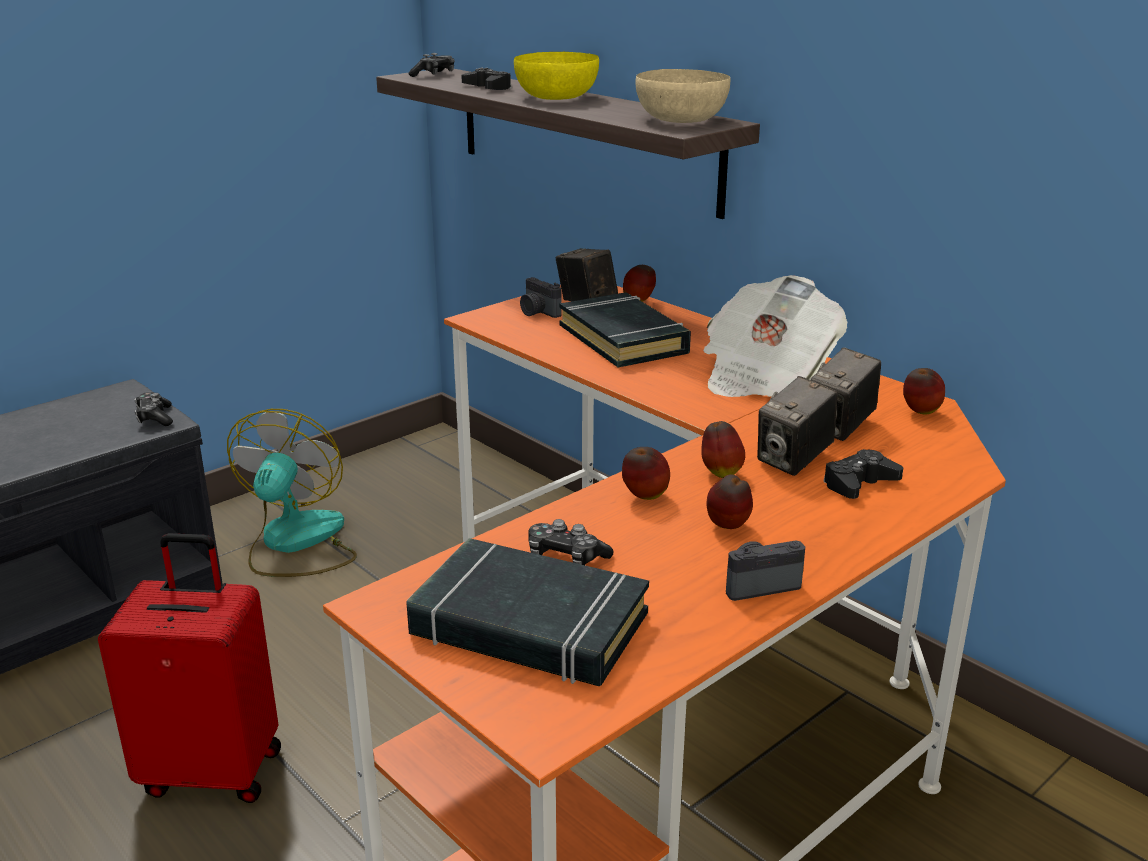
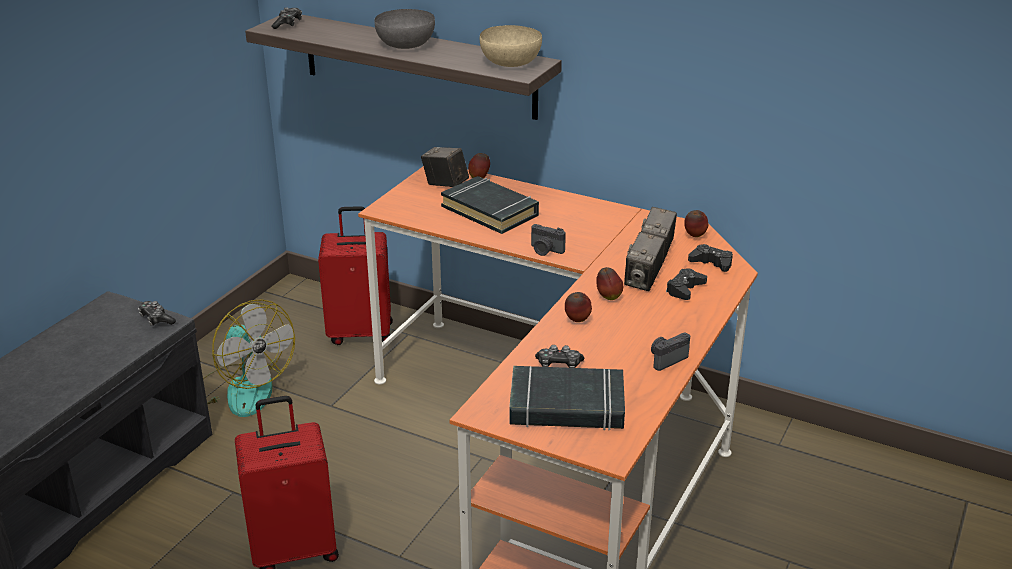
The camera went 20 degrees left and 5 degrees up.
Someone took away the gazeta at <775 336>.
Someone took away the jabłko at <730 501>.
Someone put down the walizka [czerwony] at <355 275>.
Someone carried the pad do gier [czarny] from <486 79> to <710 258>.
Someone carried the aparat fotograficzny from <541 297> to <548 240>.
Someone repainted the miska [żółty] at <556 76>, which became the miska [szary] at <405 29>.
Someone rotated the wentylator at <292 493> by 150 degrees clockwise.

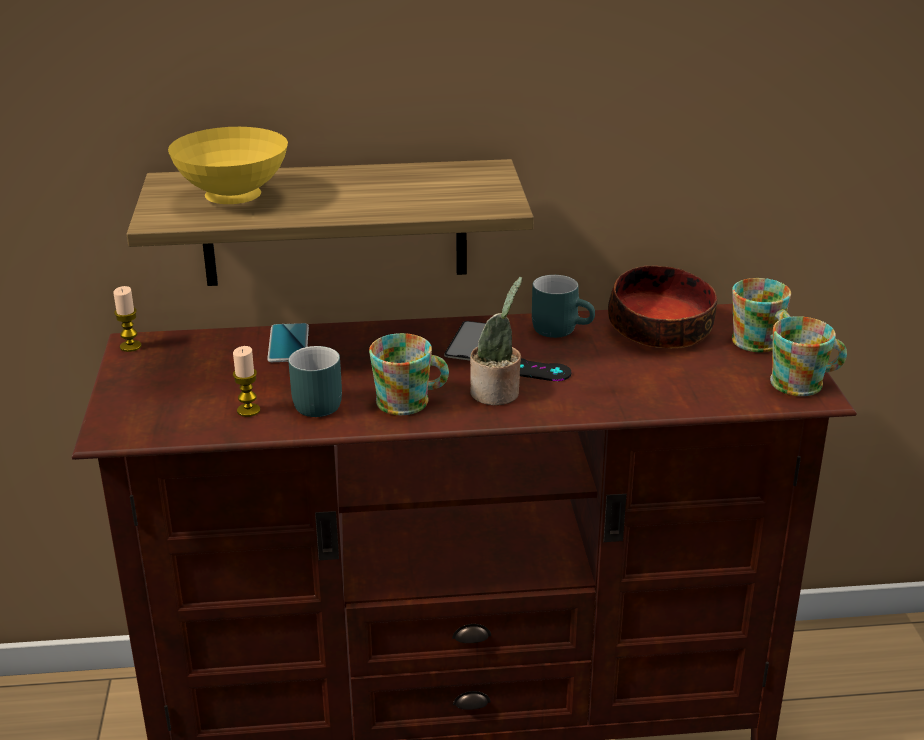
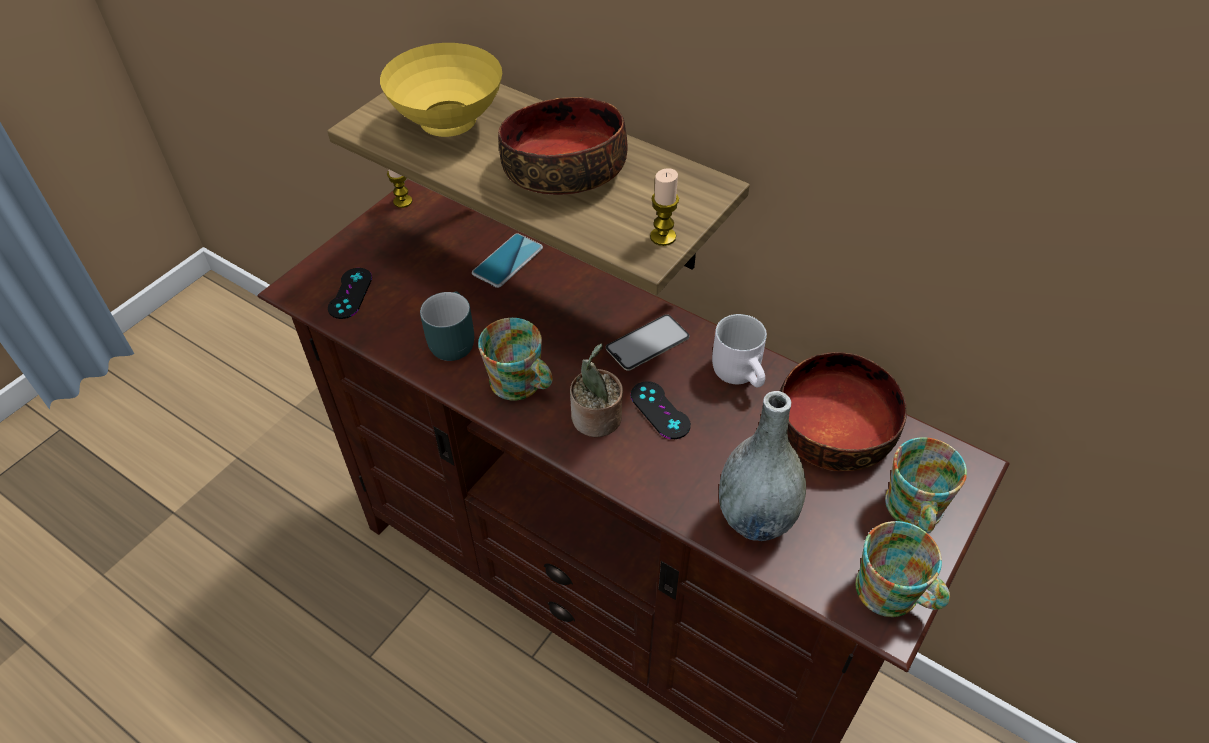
The camera went 40 degrees right and 20 degrees up.
Someone put down the pad do gier [czarny] at <350 293>.
Someone put down the miska at <562 146>.
Someone put down the wazon [szary] at <762 466>.
Someone carried the świeca from <246 381> to <664 207>.
Someone repainted the kubek [turkusowy] at <563 306>, which became the kubek [biały] at <739 351>.

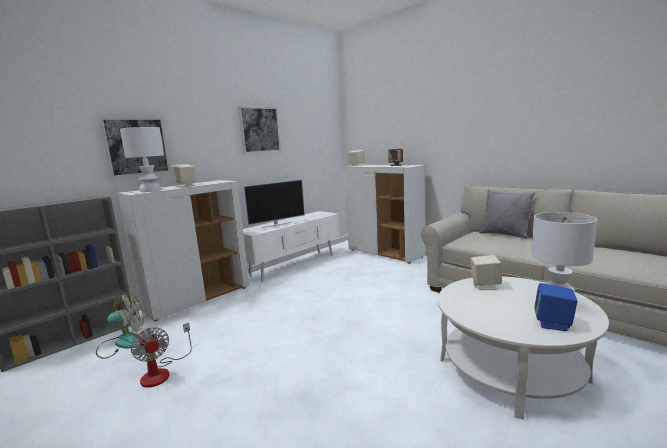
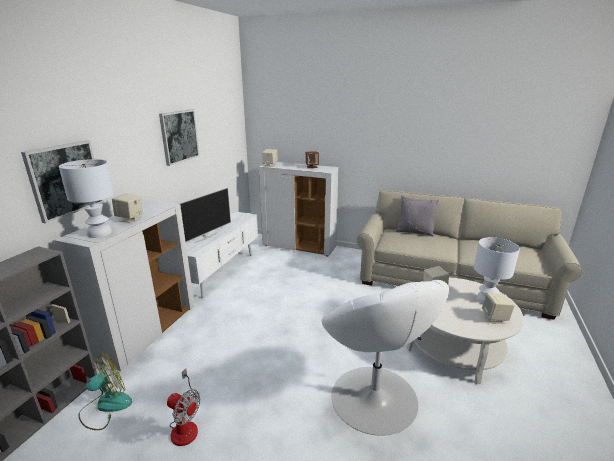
The camera went 25 degrees left and 10 degrees up.
Someone put down the fotel [biały] at <385 358>.
Someone repainted the głośnik [niebieski] at <556 307>, which became the głośnik [beżowy] at <498 308>.

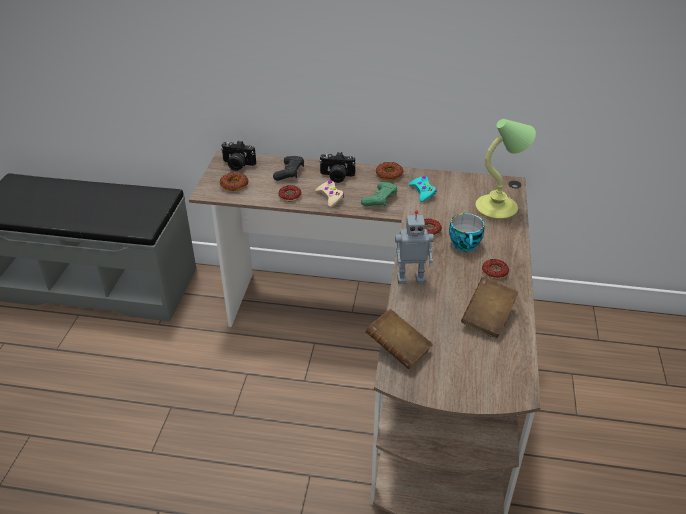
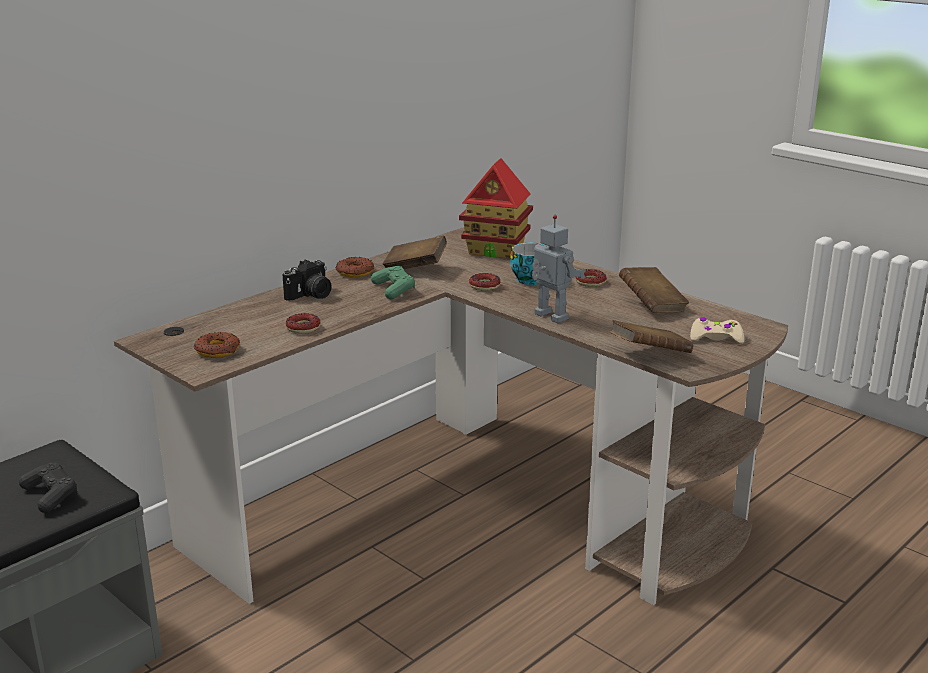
The camera went 55 degrees left and 15 degrees down.
Someone took away the aparat fotograficzny at <238 156>.
Someone carried the pad do gier [czarny] from <288 168> to <48 487>.
Someone carried the pad do gier [beżowy] from <330 194> to <717 330>.
Someone swapped the pad do gier [turkusowy] at <422 189> for the książka [brązowy] at <415 252>.
Someone swapped the lampa stołowa at <505 169> for the domek at <496 208>.
Someone rotated the robot zabawkowy at <414 247> by 75 degrees counterclockwise.

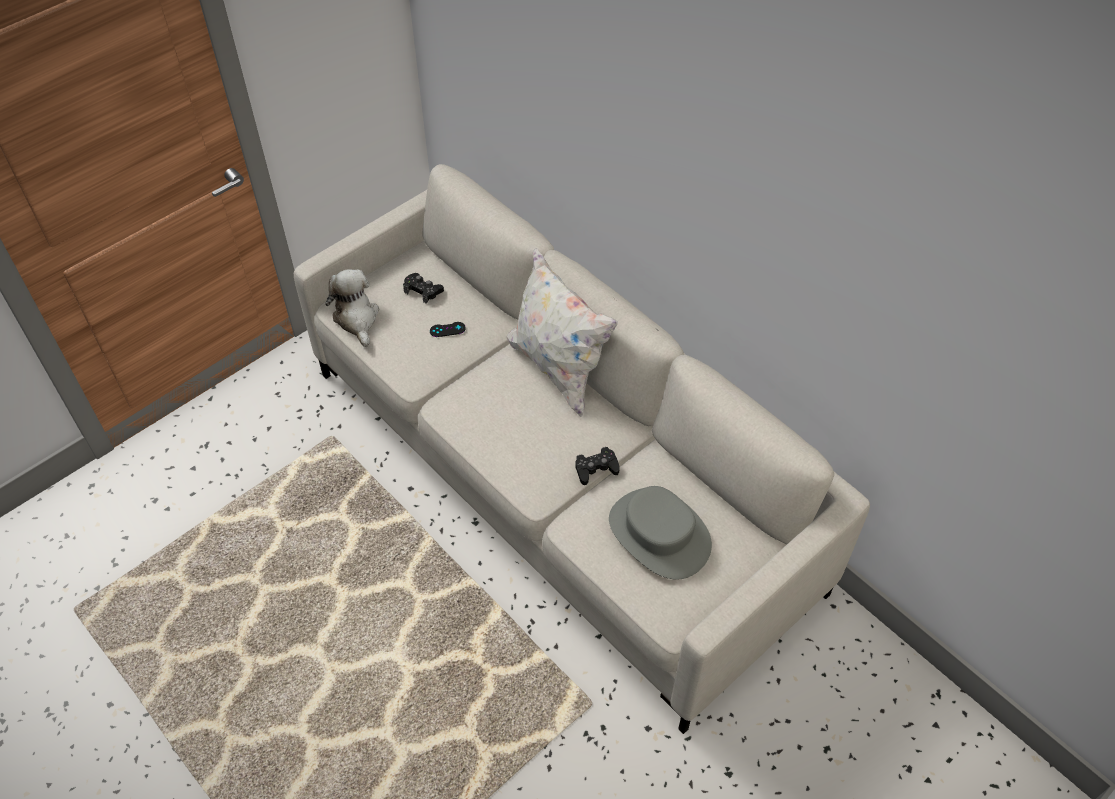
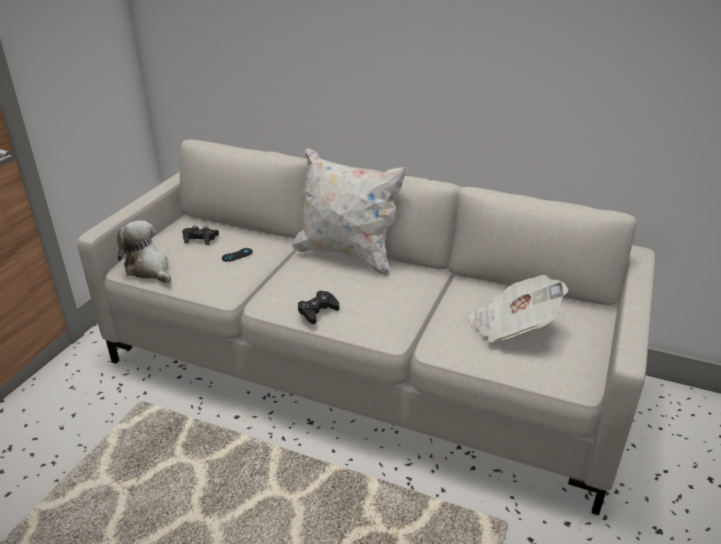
The camera went 25 degrees left and 20 degrees down.
Someone carried the pad do gier [czarny] from <597 466> to <318 307>.
Someone swapped the kapelusz [szary] at <660 533> for the gazeta at <518 309>.

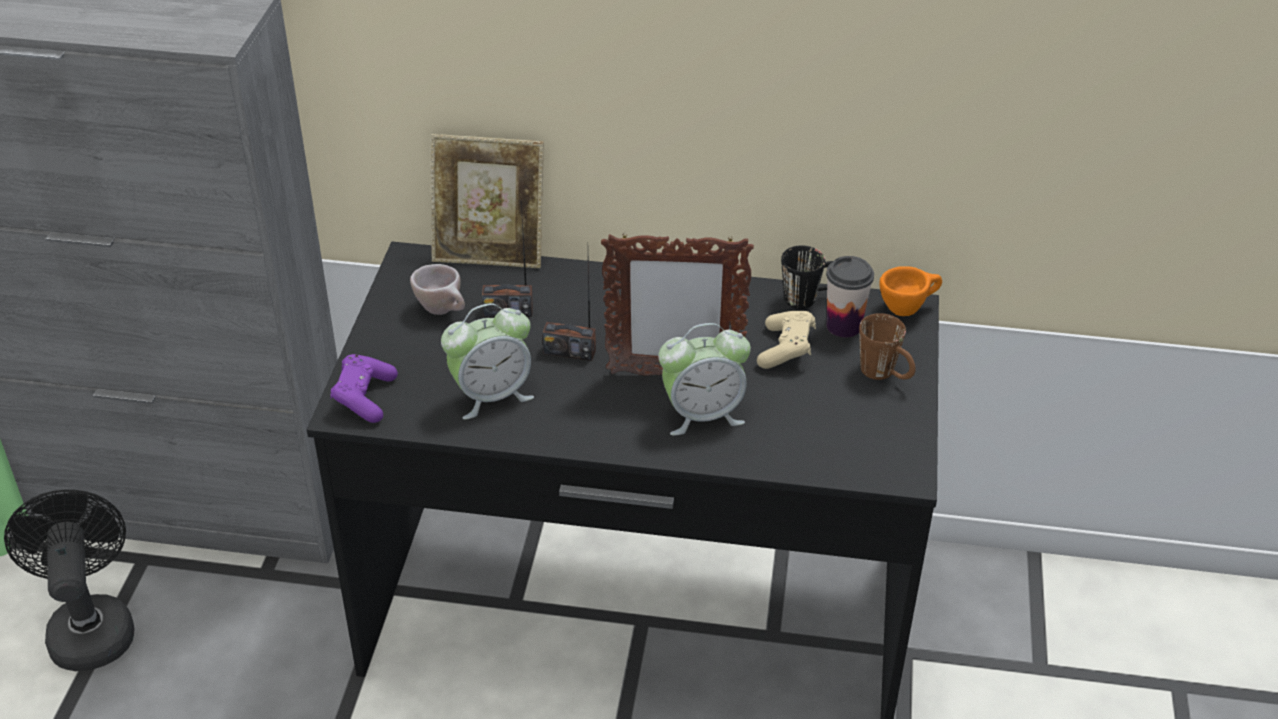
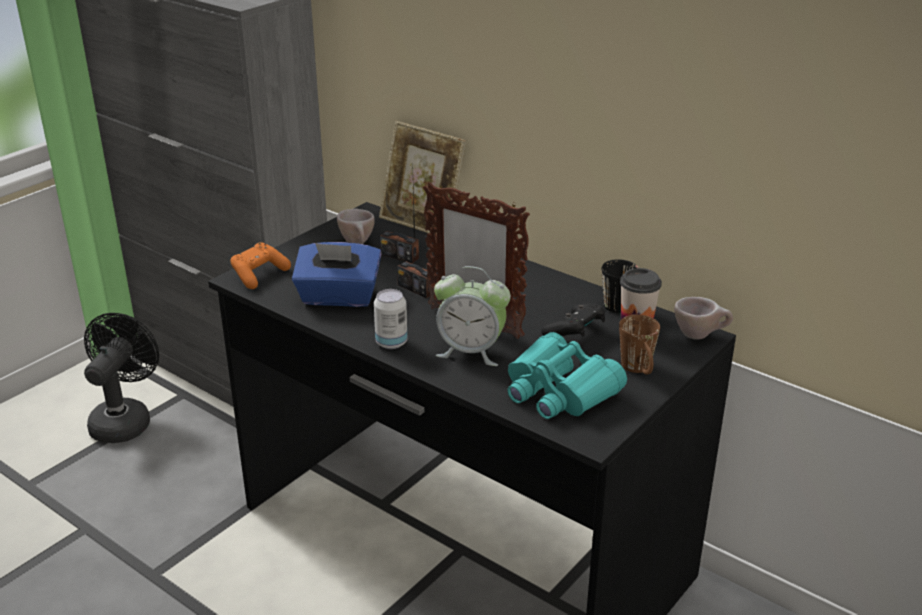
The camera went 30 degrees right and 10 degrees down.
Someone put down the puszka at <390 319>.
Someone put down the lornetka [turkusowy] at <567 375>.
Someone swapped the budzik at <487 361> for the pudełko chusteczek [niebieski] at <336 274>.
Someone repainted the pad do gier [fioletowy] at <364 388>, which became the pad do gier [pomarańczowy] at <260 265>.
Someone repainted the pad do gier [beżowy] at <786 340>, which became the pad do gier [czarny] at <573 320>.
Someone repainted the filiżanka [pomarańczowy] at <910 291>, which became the filiżanka [beżowy] at <703 318>.

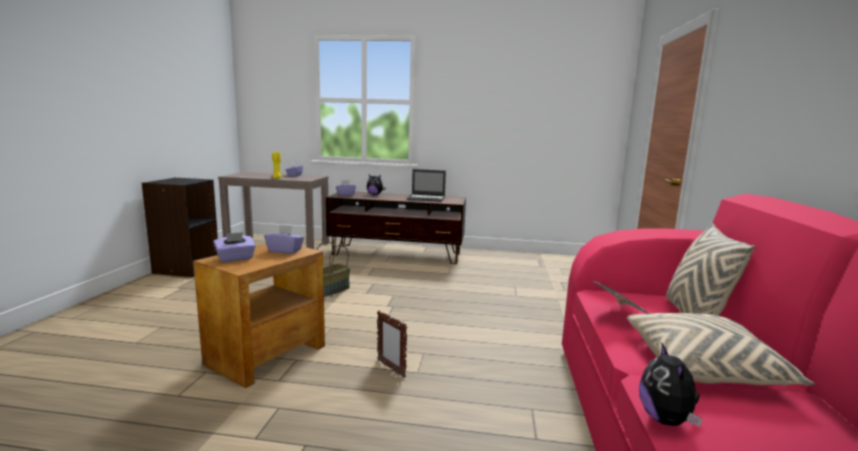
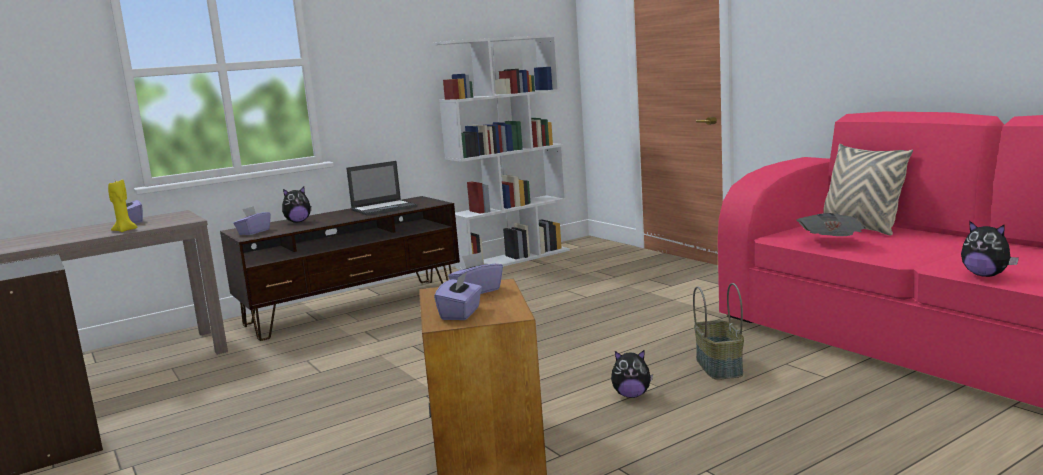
The camera went 40 degrees left and 0 degrees up.
Someone took away the poduszka [beżowy] at <721 349>.
Someone put down the regał [biały] at <502 152>.
Someone carried the koszyk from <333 269> to <718 331>.
Someone swapped the ramka na zdjęcie at <392 344> for the pluszak at <632 374>.

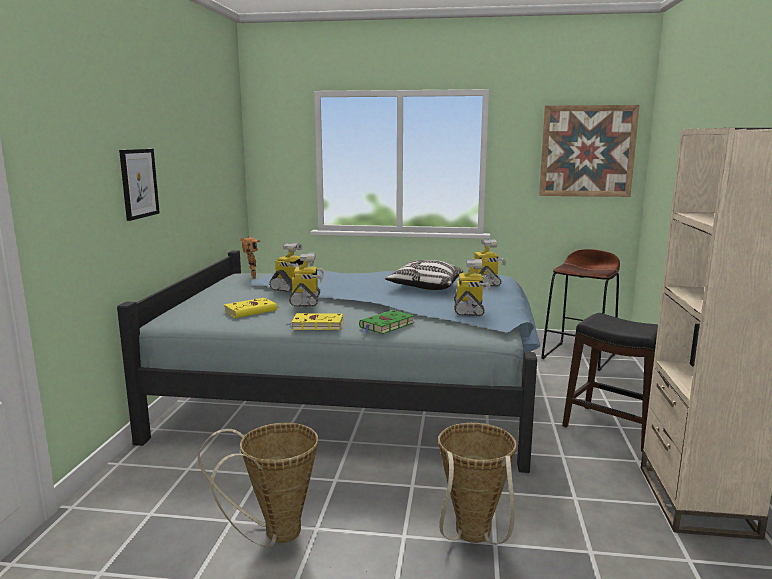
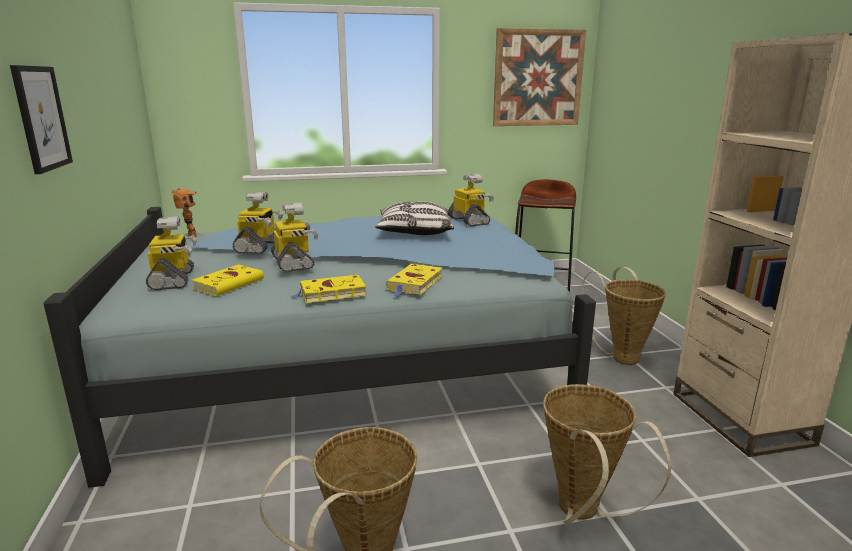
The camera went 20 degrees left and 5 degrees up.
Someone carried the robot zabawkowy from <472 287> to <171 253>.
Someone swapped the stołek [czarny] at <610 382> for the koszyk at <624 316>.
Someone repainted the książka [zielony] at <386 322>, which became the książka [żółty] at <414 280>.

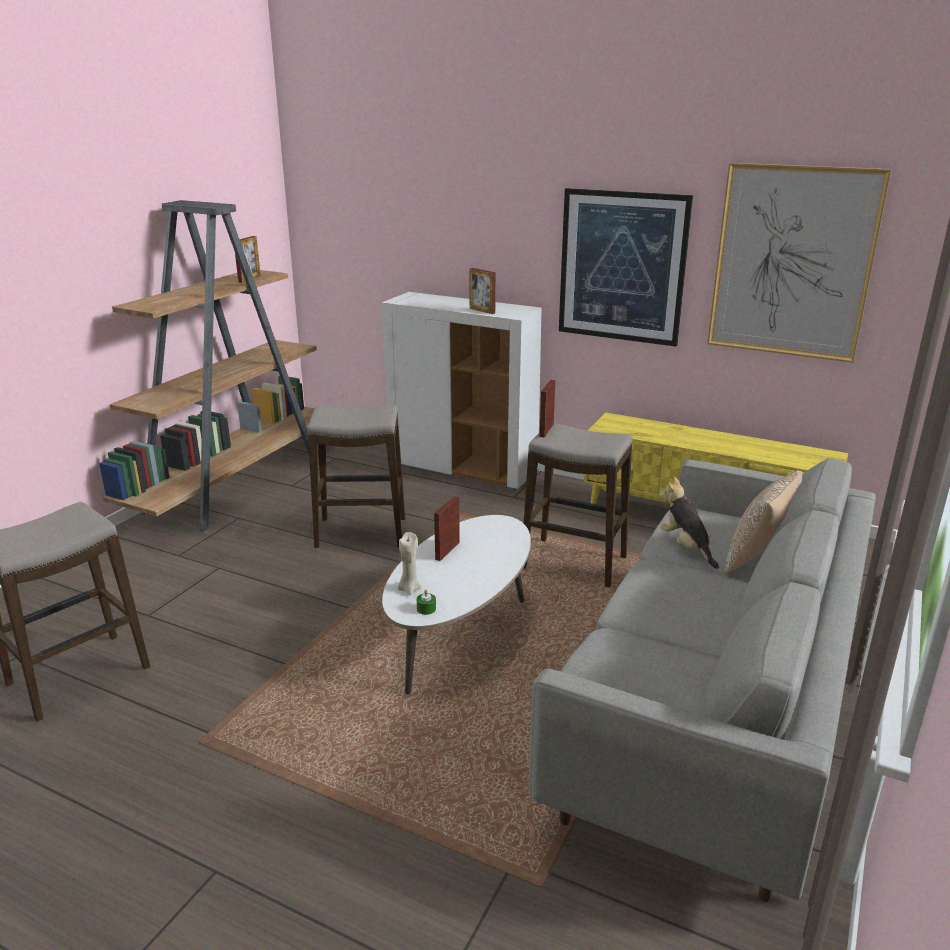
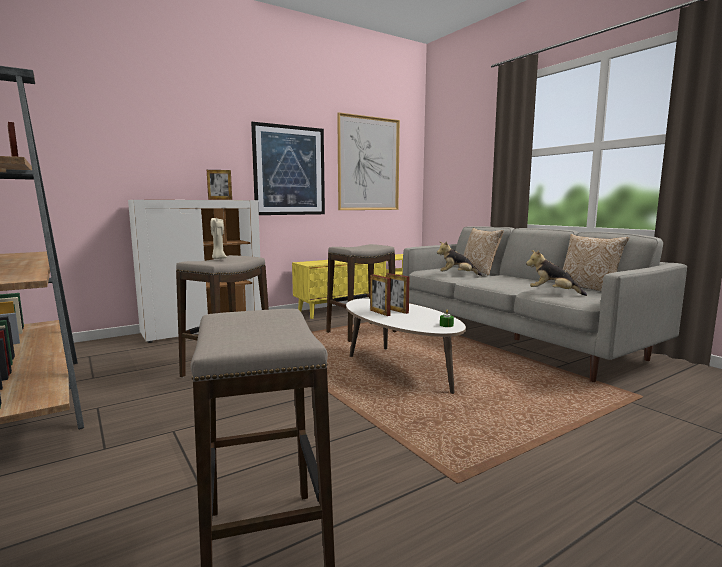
The camera went 60 degrees left and 15 degrees down.
Someone put down the pluszak at <556 273>.
Someone put down the poduszka at <596 262>.
Someone carried the świeca [beżowy] from <409 563> to <219 238>.
Someone carried the ramka na zdjęcie from <547 409> to <398 293>.

